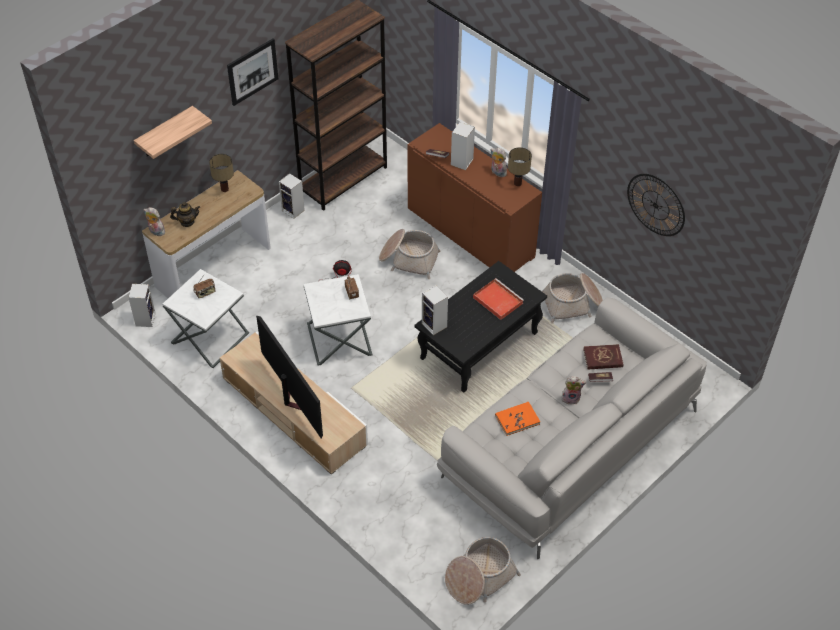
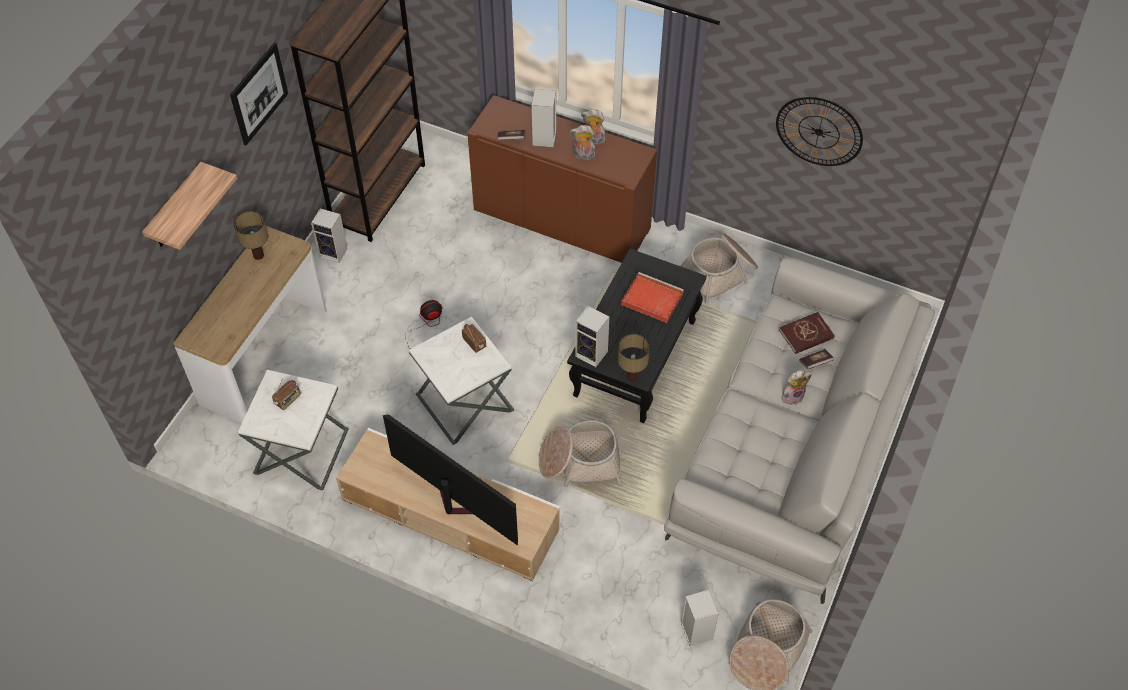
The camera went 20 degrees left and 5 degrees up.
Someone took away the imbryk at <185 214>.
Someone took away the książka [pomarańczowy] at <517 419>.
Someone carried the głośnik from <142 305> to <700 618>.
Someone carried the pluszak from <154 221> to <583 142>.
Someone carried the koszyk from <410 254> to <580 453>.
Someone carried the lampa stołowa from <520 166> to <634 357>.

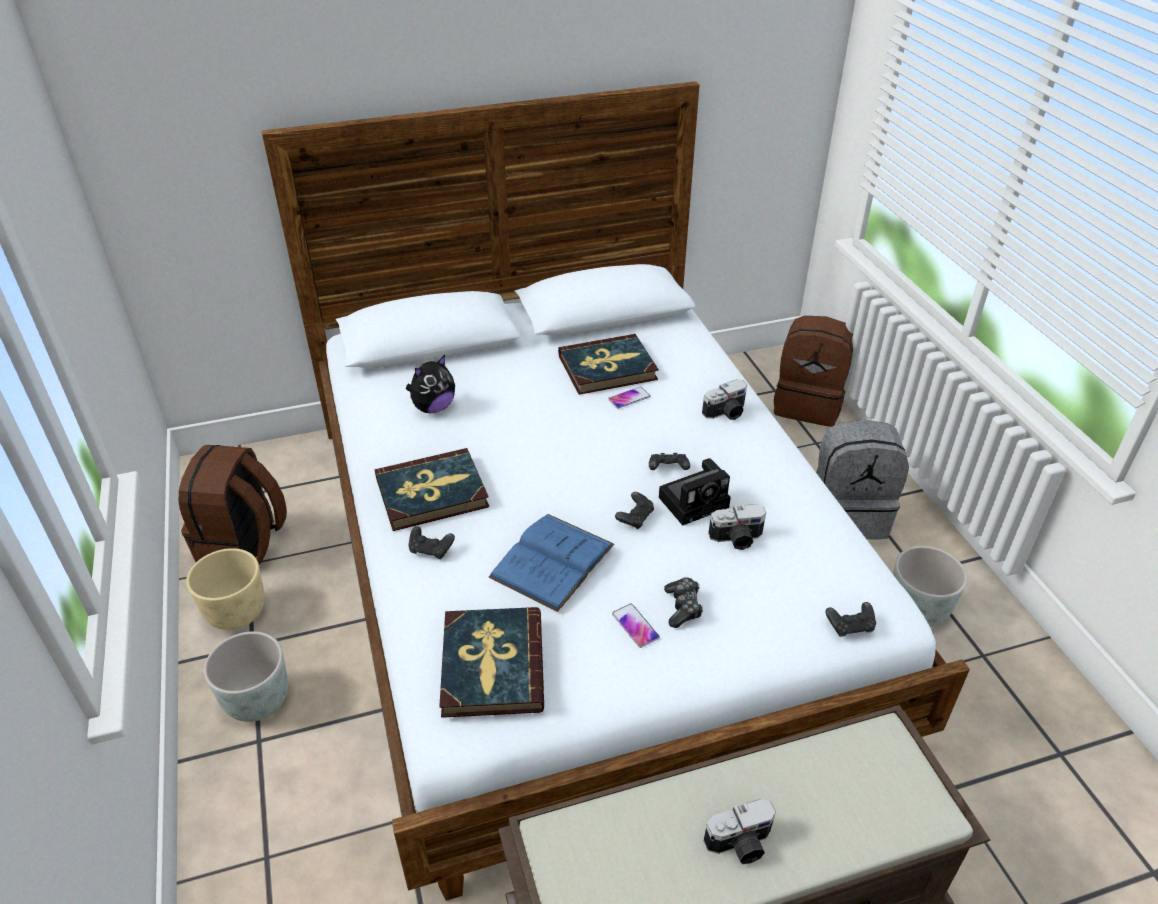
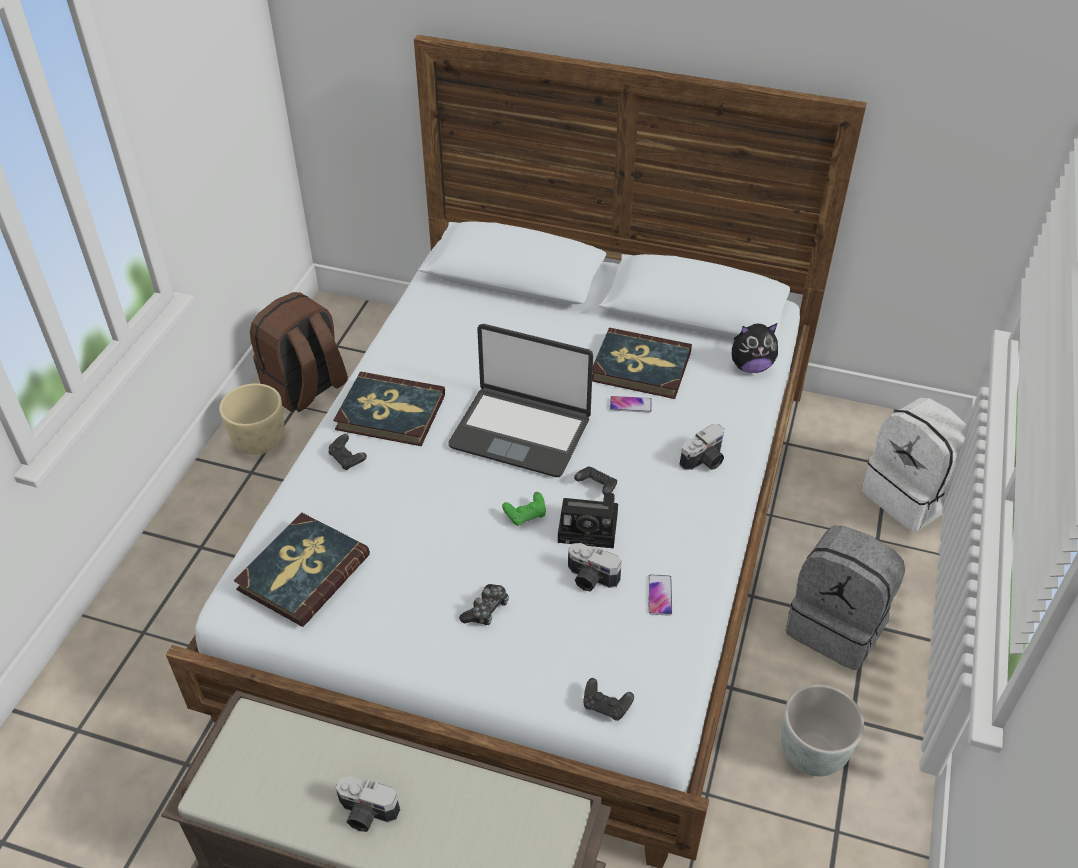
The camera went 35 degrees right and 5 degrees up.
Someone took away the donica [szary] at <246 676>.
Someone took away the książka [niebieski] at <552 563>.
Someone put down the laptop at <520 400>.
Someone carried the pluszak from <430 384> to <755 348>.
Someone carried the telefon from <636 626> to <660 595>.
Someone repainted the pad do gier [czarny] at <634 510>, which became the pad do gier [zielony] at <524 509>.
Someone repainted the plecak [brązowy] at <813 371>, which became the plecak [biały] at <914 464>.
Someone rotated the aparat fotograficzny at <724 399> by 45 degrees counterclockwise.

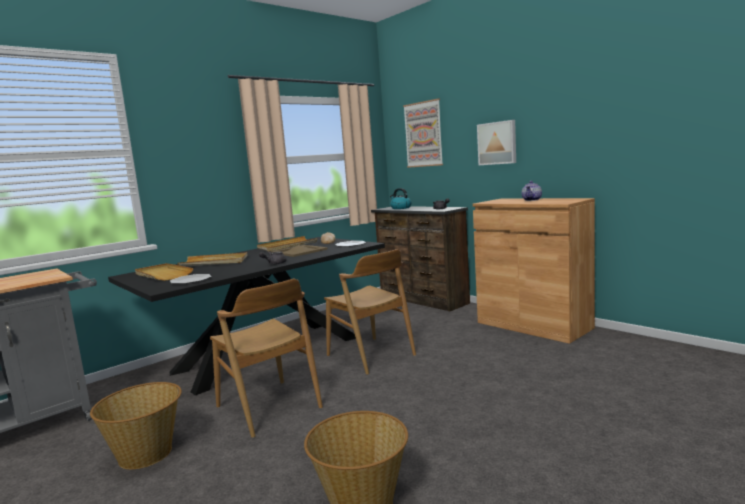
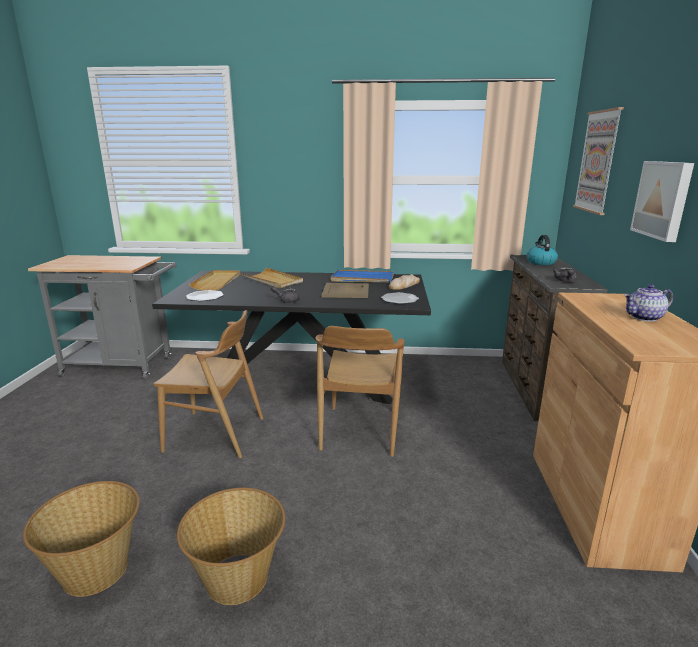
The camera went 45 degrees right and 10 degrees up.
Someone carried the koszyk from <136 426> to <231 546>.
Someone repainted the taca [beżowy] at <287 244>, which became the taca [niebieski] at <362 276>.
Someone rotated the krzesło [brązowy] at <266 358> by 90 degrees counterclockwise.

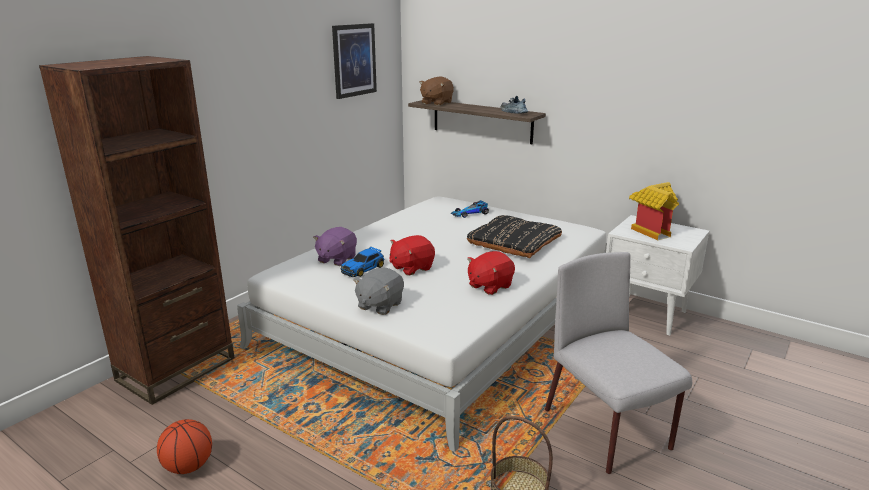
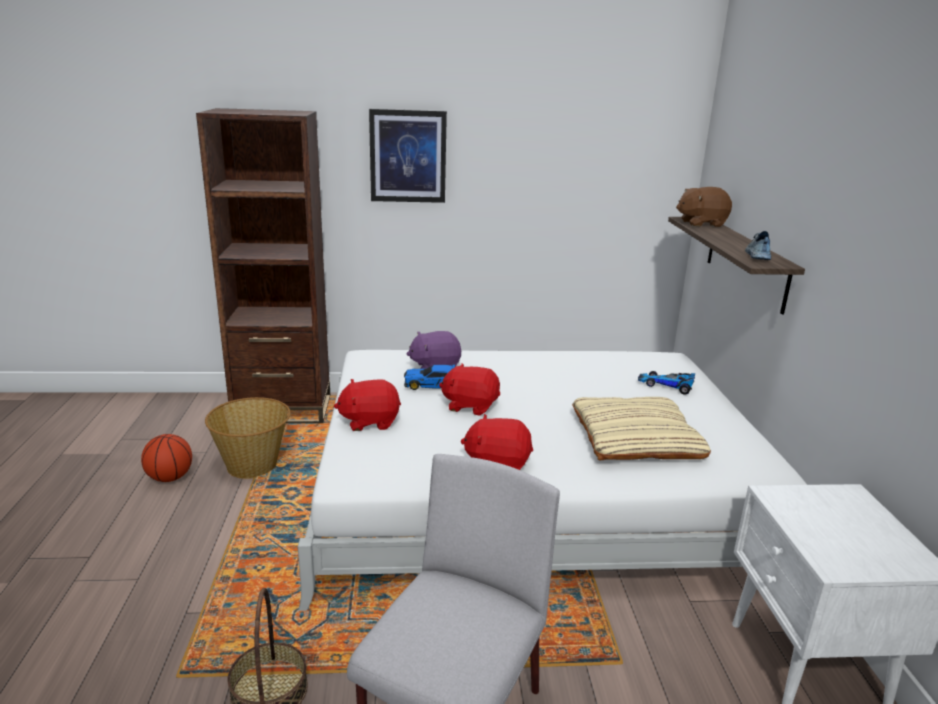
The camera went 50 degrees right and 0 degrees up.
Someone took away the domek at <654 211>.
Someone put down the koszyk at <248 438>.
Someone carried the obraz from <354 61> to <408 156>.
Someone repainted the pluszak [szary] at <378 291>, which became the pluszak [czerwony] at <367 405>.
Someone repainted the poduszka [czarny] at <514 236>, which became the poduszka [beżowy] at <641 429>.

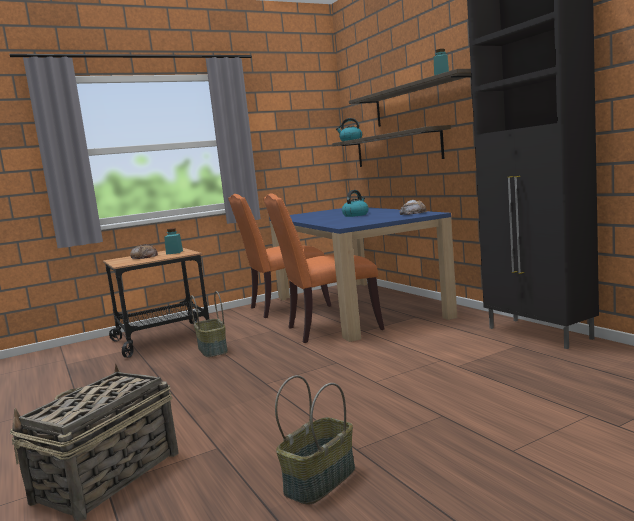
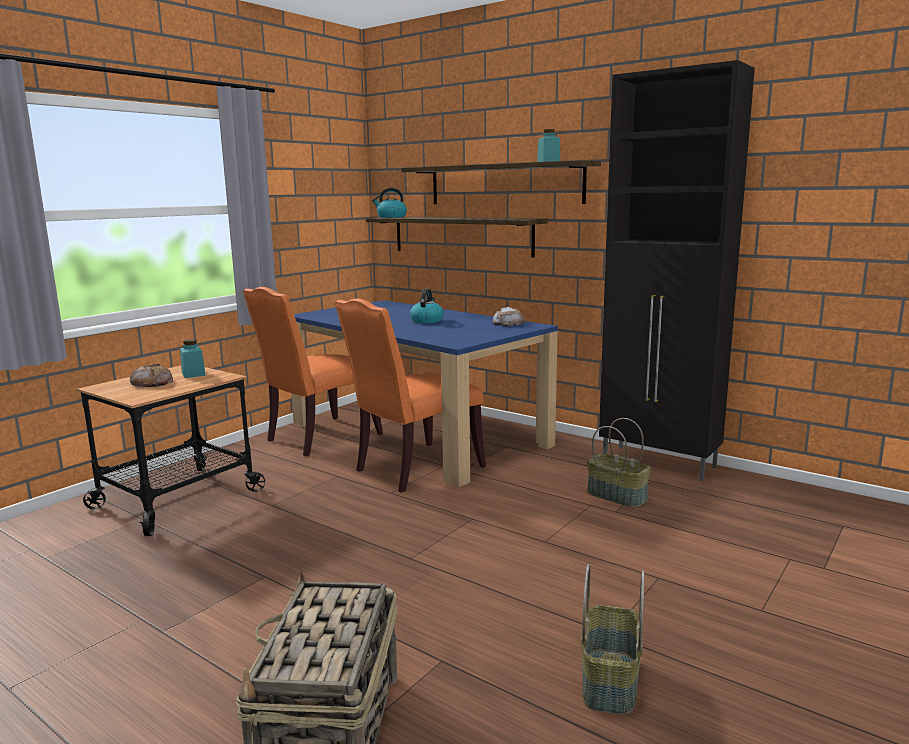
The camera went 25 degrees left and 5 degrees up.
Someone carried the koszyk from <209 324> to <619 463>.

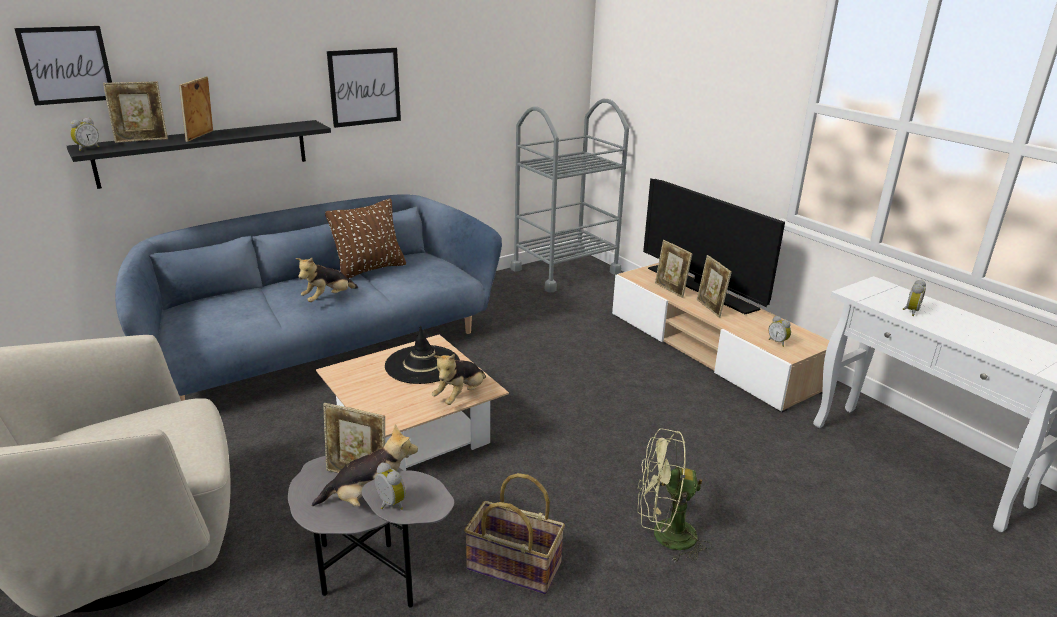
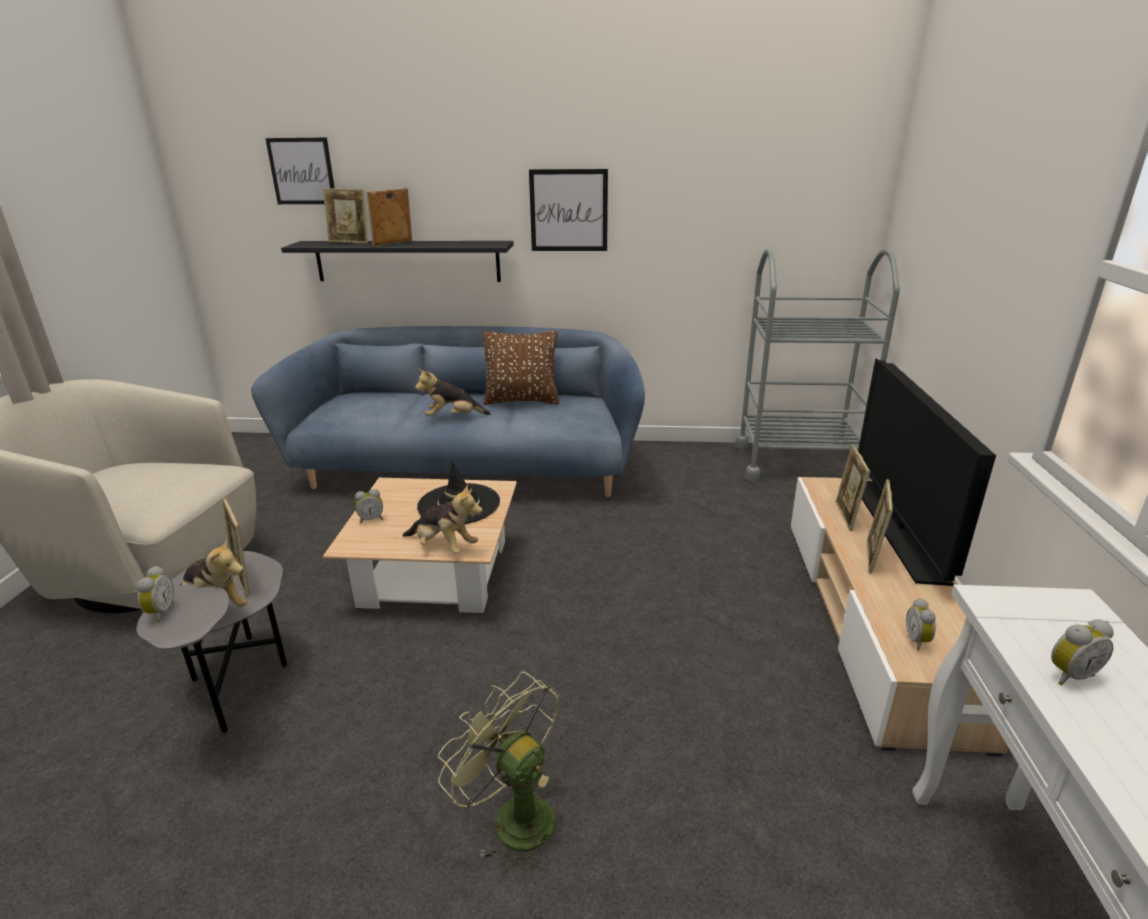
The camera went 40 degrees right and 0 degrees up.
Someone took away the koszyk at <514 533>.
Someone carried the budzik from <84 134> to <369 506>.
Someone rotated the pluszak at <459 379> by 135 degrees counterclockwise.

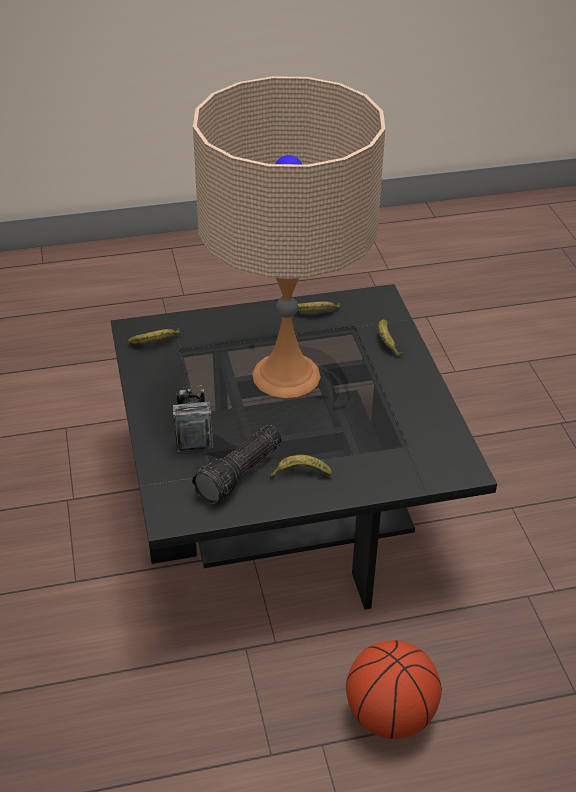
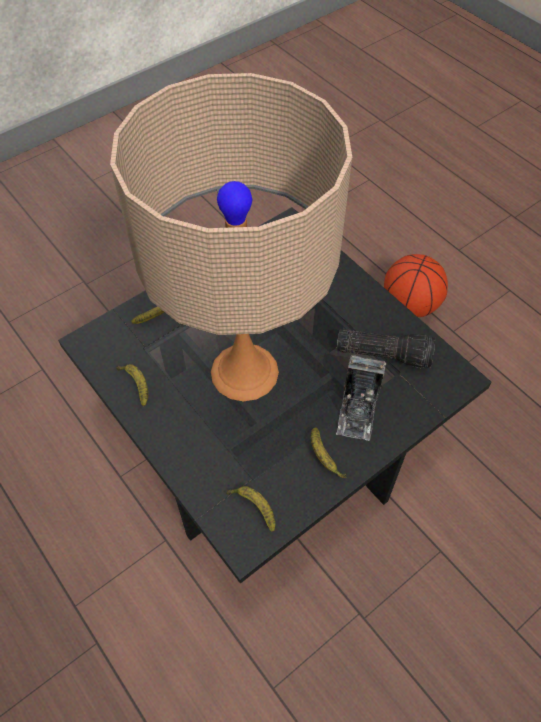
The camera went 115 degrees left and 15 degrees up.
Someone carried the banan from <301 467> to <329 453>.
Someone rotated the aparat fotograficzny at <193 418> by 45 degrees counterclockwise.

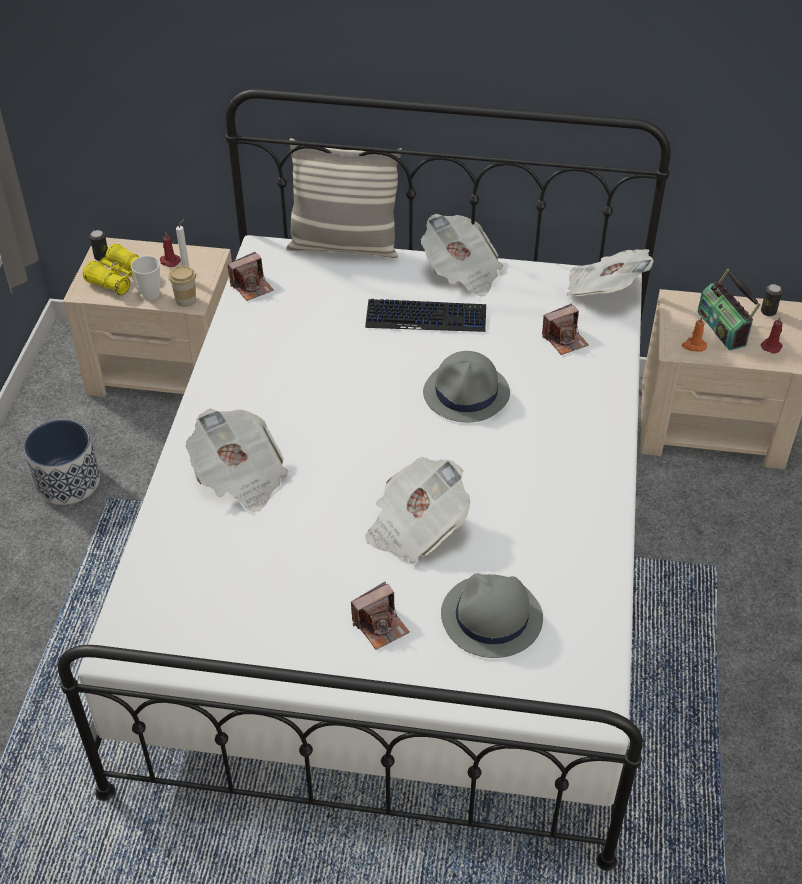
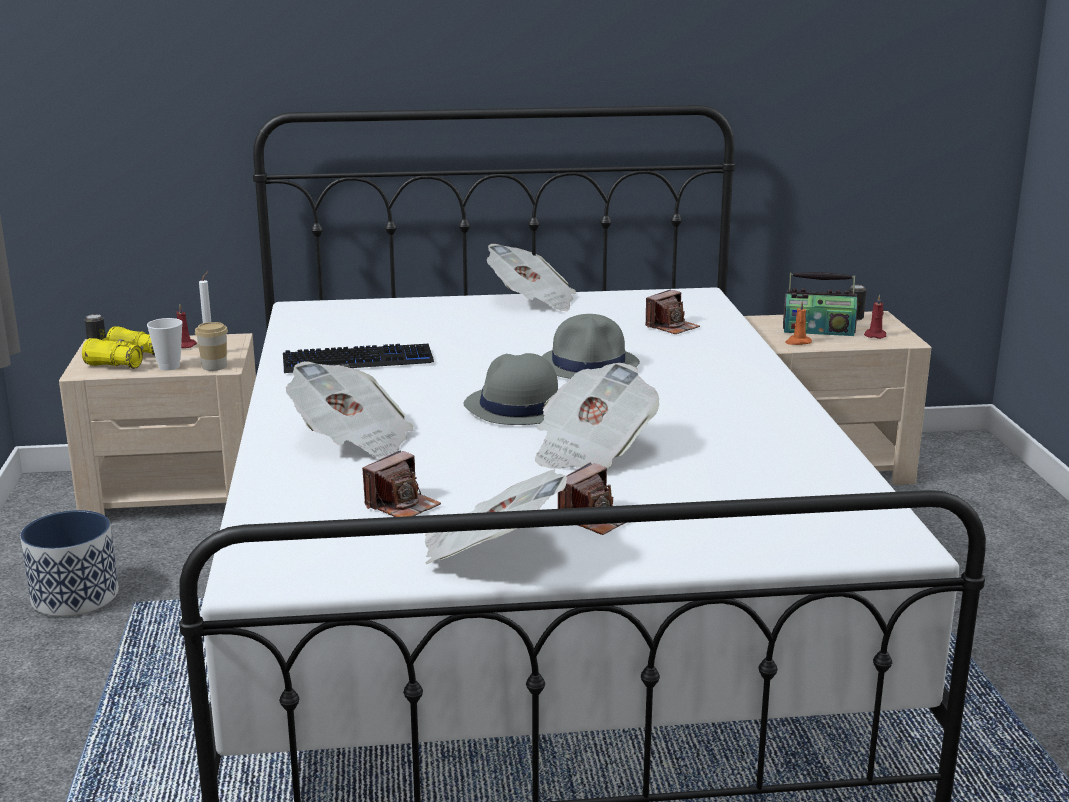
The camera went 15 degrees left and 25 degrees down.
Someone took away the poduszka at <344 198>.
Someone carried the aparat fotograficzny from <250 276> to <401 483>.
Someone carried the klawiatura from <425 315> to <358 358>.
Someone carried the kapelusz [szary] from <492 615> to <511 389>.
Someone carried the gazeta from <610 272> to <496 516>.
Someone rotated the radio at <729 309> by 45 degrees counterclockwise.

